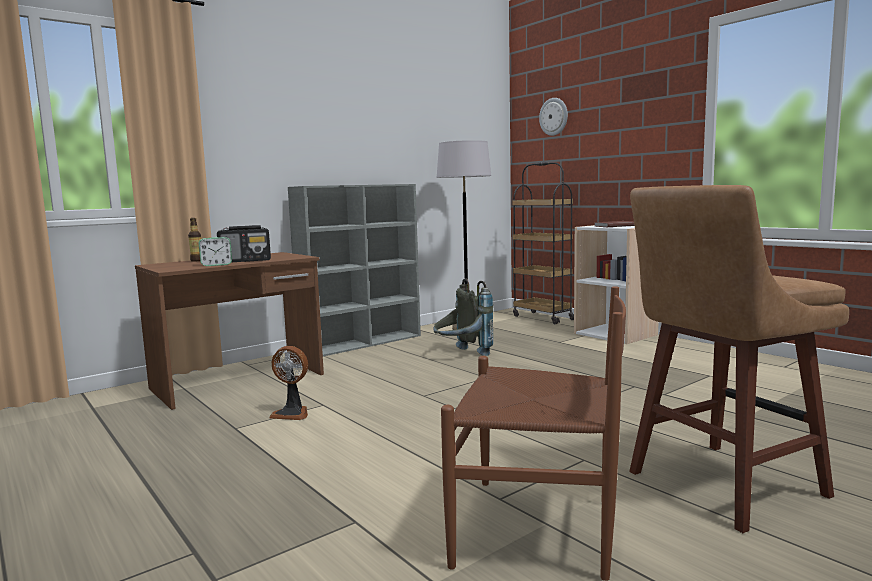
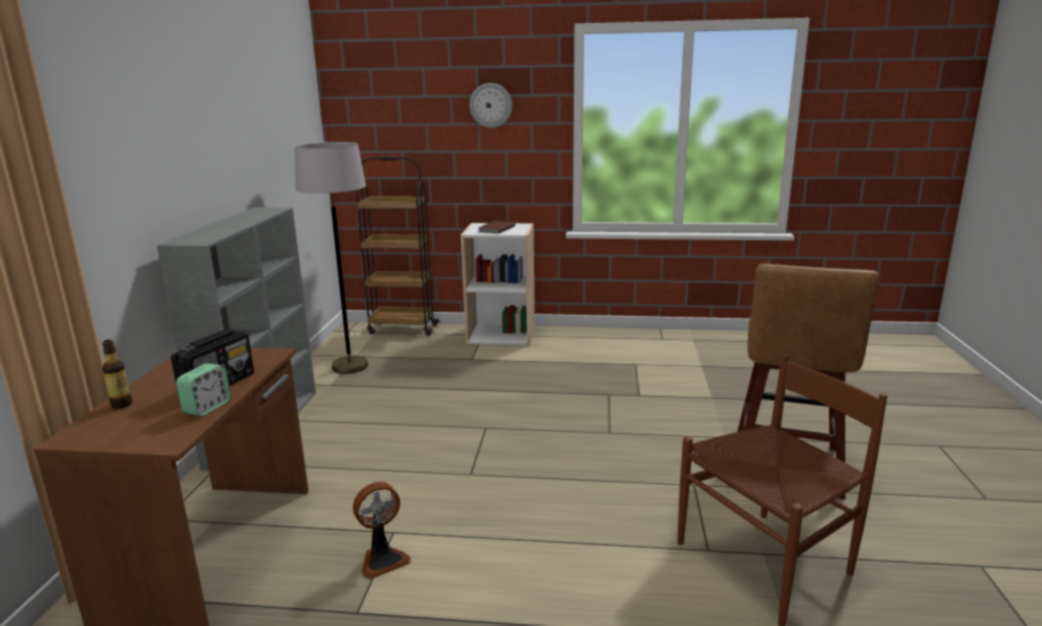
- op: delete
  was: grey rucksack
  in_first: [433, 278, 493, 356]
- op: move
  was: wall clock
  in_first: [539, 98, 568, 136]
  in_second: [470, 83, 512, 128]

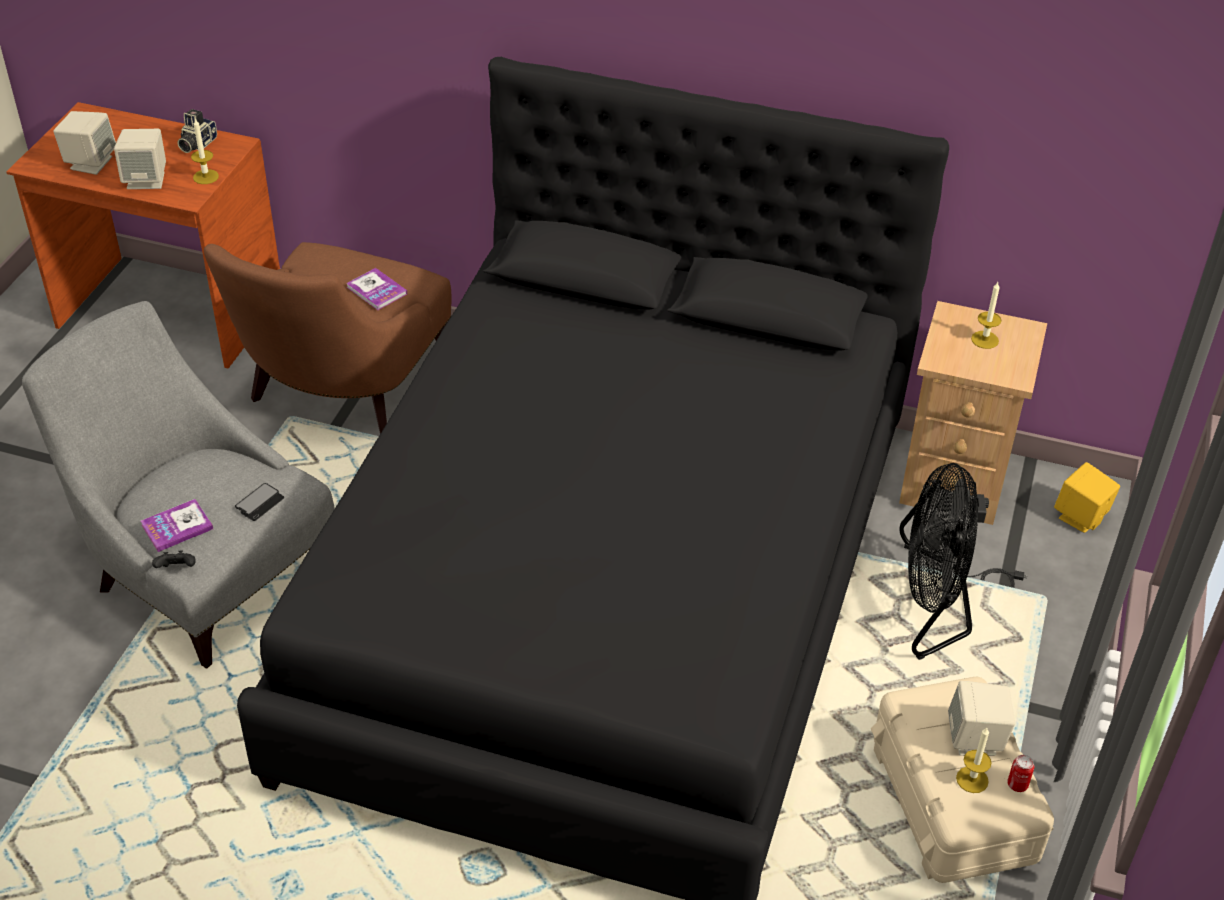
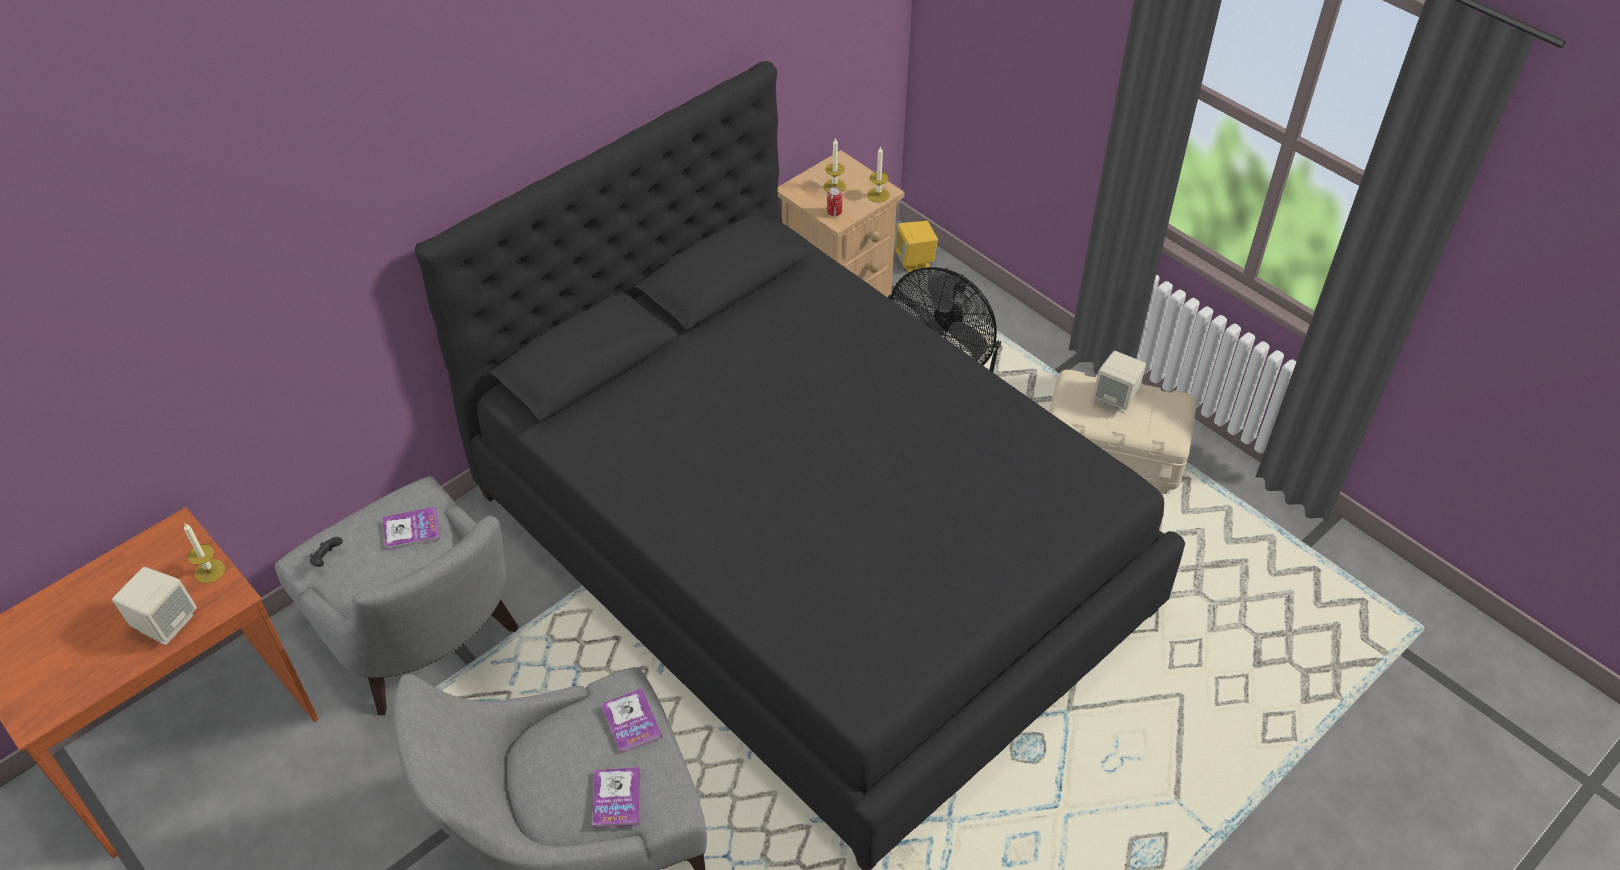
- op: delete
  was: beige speaker
  in_first: [53, 111, 116, 175]
- op: move
  was: black gamepad
  in_first: [152, 551, 196, 568]
  in_second: [309, 537, 343, 567]
- op: delete
  was: still camera
  in_first: [177, 109, 217, 153]
- op: recolor
  was: brown armchair
  now: grey armchair
  in_first: [204, 242, 451, 434]
  in_second: [275, 476, 518, 715]
- op: replace
  was: handset
  now: bound book
  in_first: [235, 483, 284, 521]
  in_second: [601, 688, 662, 754]
- op: move
  was: candle
  in_first: [956, 728, 992, 793]
  in_second: [867, 146, 890, 203]
- op: move
  was: can
  in_first: [1007, 755, 1034, 792]
  in_second: [827, 187, 842, 216]

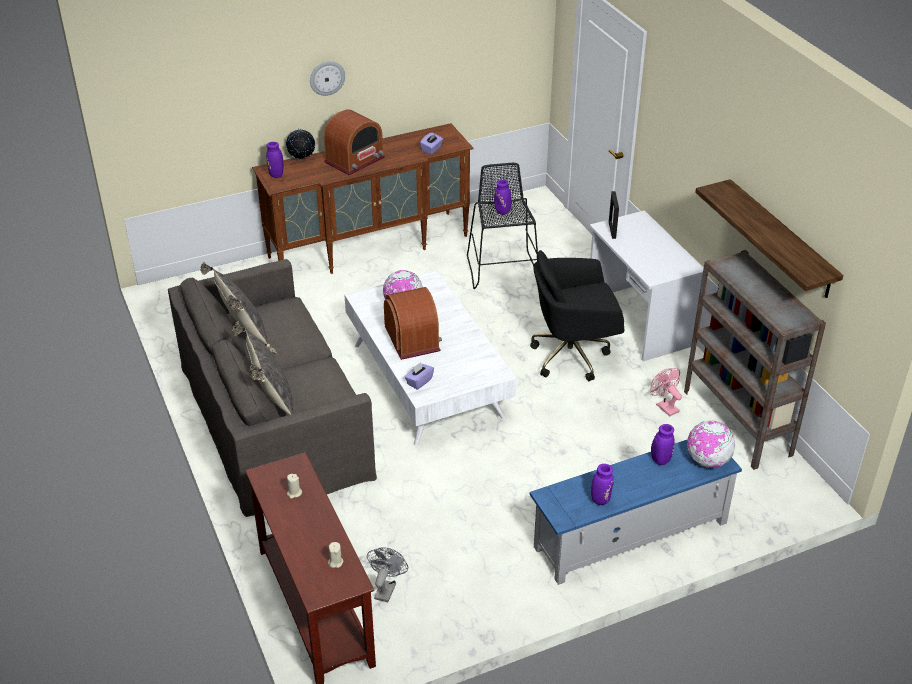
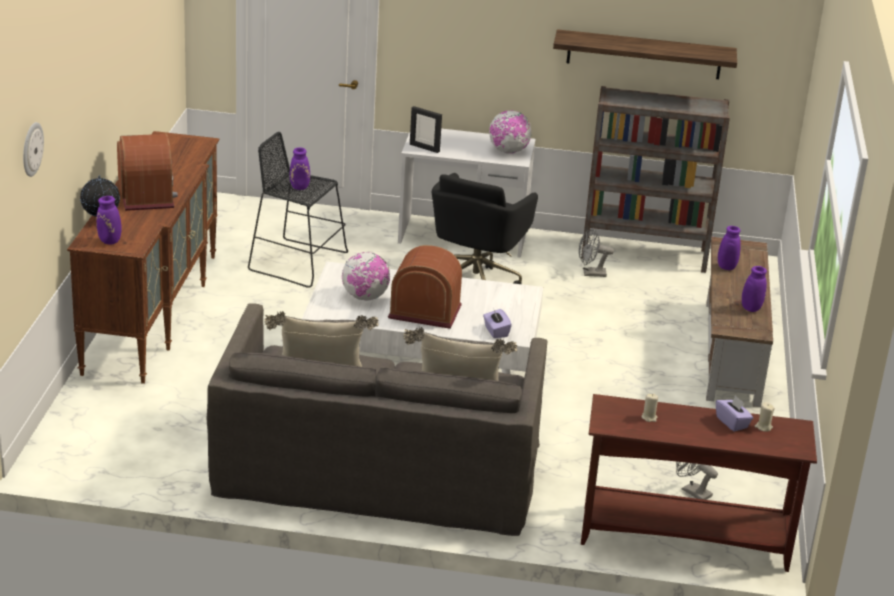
- op: move
  was: wall clock
  in_first: [310, 61, 345, 96]
  in_second: [23, 122, 44, 177]
- op: move
  was: purple-coloured box of tissues
  in_first: [420, 132, 443, 154]
  in_second: [716, 395, 753, 431]
- op: recolor
  was: bluish tv stand
  now: brown tv stand
  in_first: [530, 440, 742, 585]
  in_second: [706, 237, 773, 407]
- op: recolor
  was: pinkish cooling fan
  now: grey cooling fan
  in_first: [650, 368, 682, 416]
  in_second: [579, 228, 614, 277]
- op: move
  was: desk globe
  in_first: [687, 421, 735, 468]
  in_second: [489, 111, 532, 154]

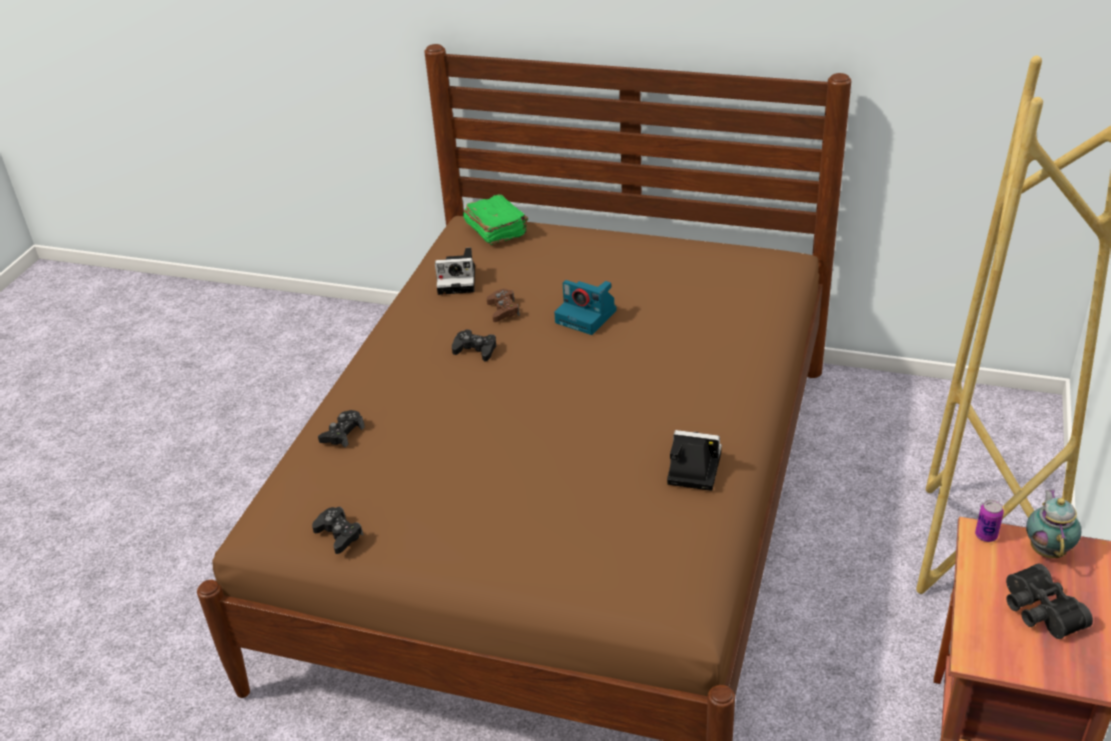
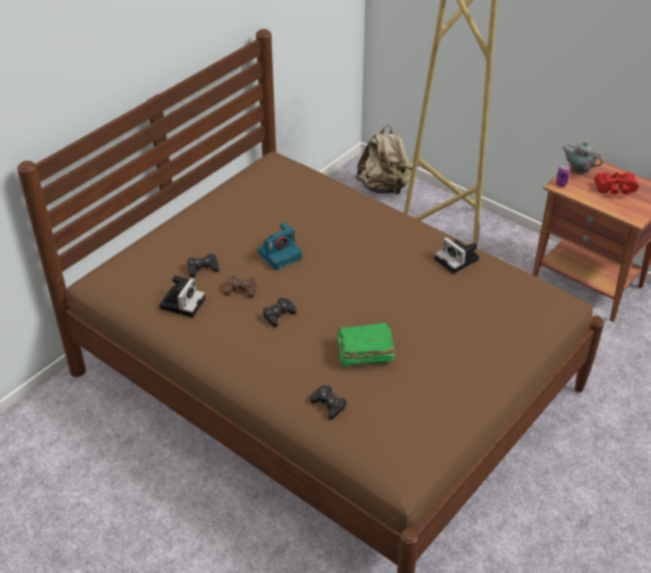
- op: move
  was: black gamepad
  in_first: [312, 507, 364, 554]
  in_second: [187, 253, 219, 277]
- op: move
  was: greenish bound book
  in_first: [463, 194, 528, 245]
  in_second: [337, 323, 395, 366]
- op: rotate
  was: still camera
  in_first: [667, 430, 722, 491]
  in_second: [435, 237, 479, 274]
  clockwise: -75
- op: recolor
  was: black binoculars
  now: red binoculars
  in_first: [1006, 563, 1093, 639]
  in_second: [594, 172, 639, 196]
- op: insert
  now: beige rucksack
  in_second: [356, 125, 412, 195]

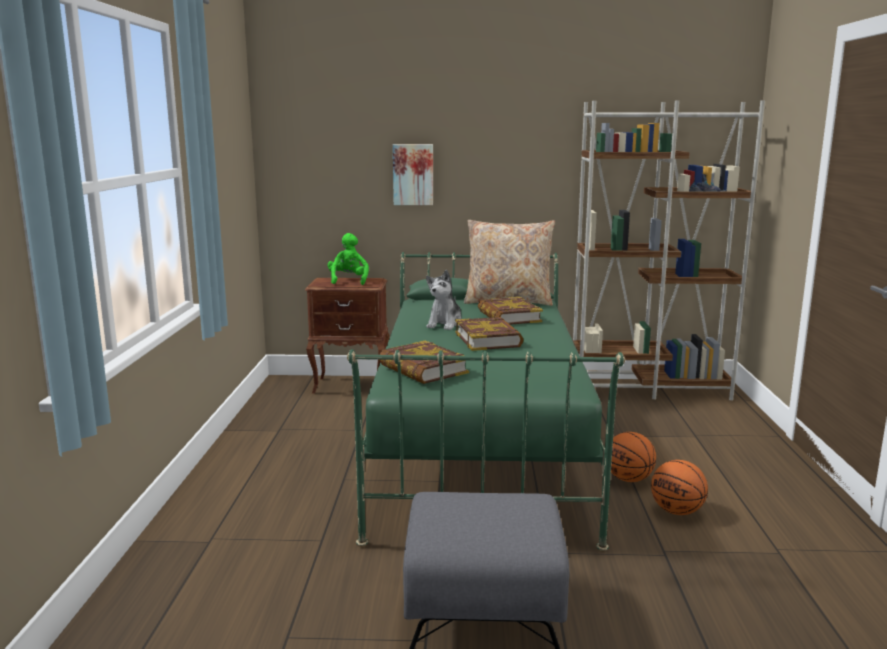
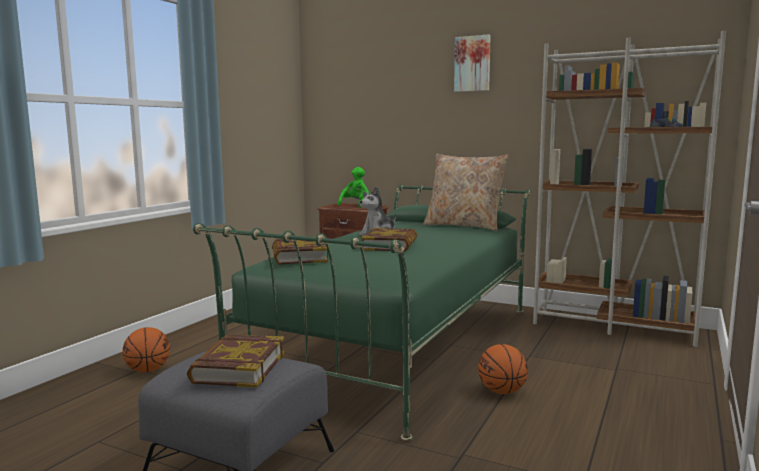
- op: move
  was: picture
  in_first: [393, 144, 433, 205]
  in_second: [454, 34, 491, 92]
- op: move
  was: bound book
  in_first: [478, 297, 543, 325]
  in_second: [187, 335, 285, 388]
- op: move
  was: basketball ball
  in_first: [651, 460, 708, 515]
  in_second: [122, 327, 170, 372]

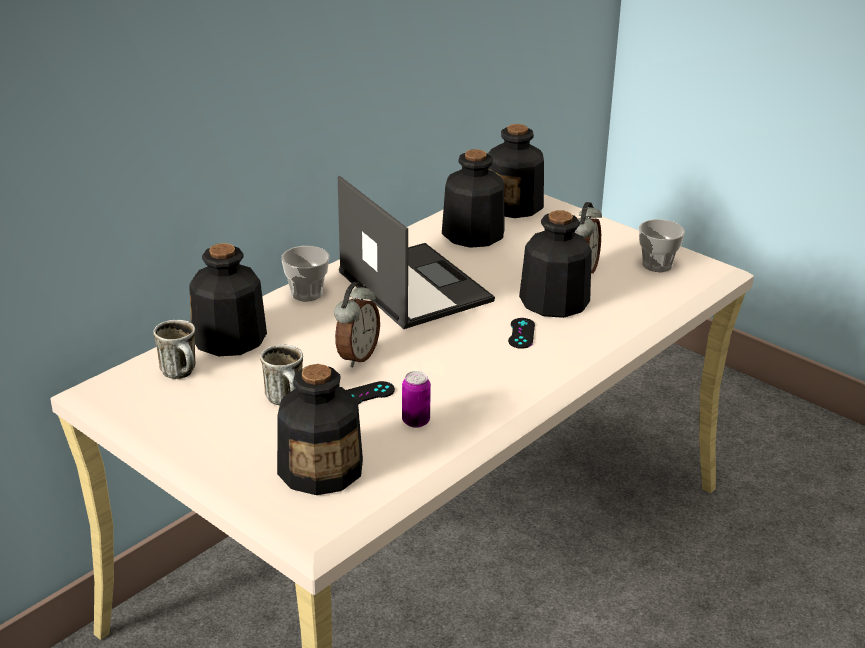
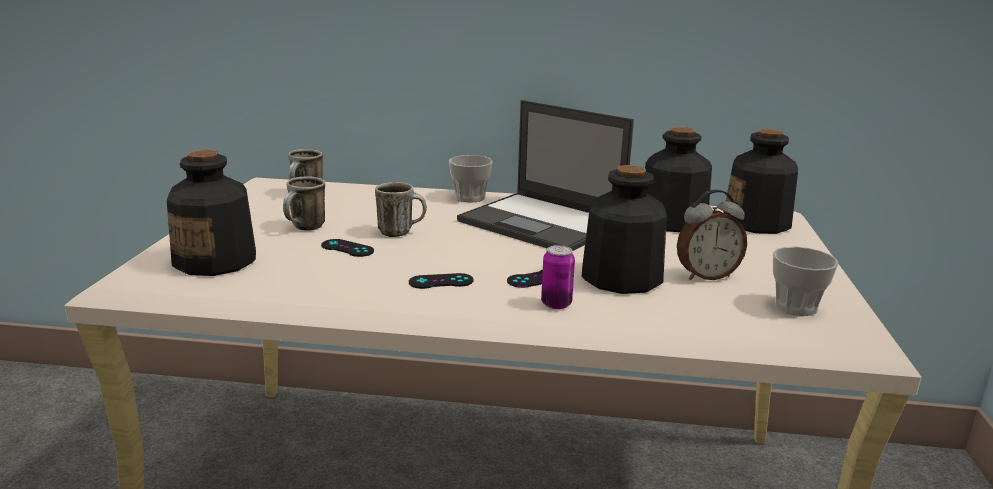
- op: delete
  was: bottle
  in_first: [189, 243, 267, 356]
- op: replace
  was: bedside clock
  now: mug
  in_first: [334, 282, 380, 367]
  in_second: [375, 182, 427, 237]
- op: rotate
  was: portable computer
  in_first: [338, 176, 495, 329]
  in_second: [457, 100, 634, 251]
  clockwise: 105
- op: move
  was: can
  in_first: [402, 371, 431, 428]
  in_second: [541, 245, 575, 309]
- op: insert
  now: black gamepad
  in_second: [409, 273, 473, 289]

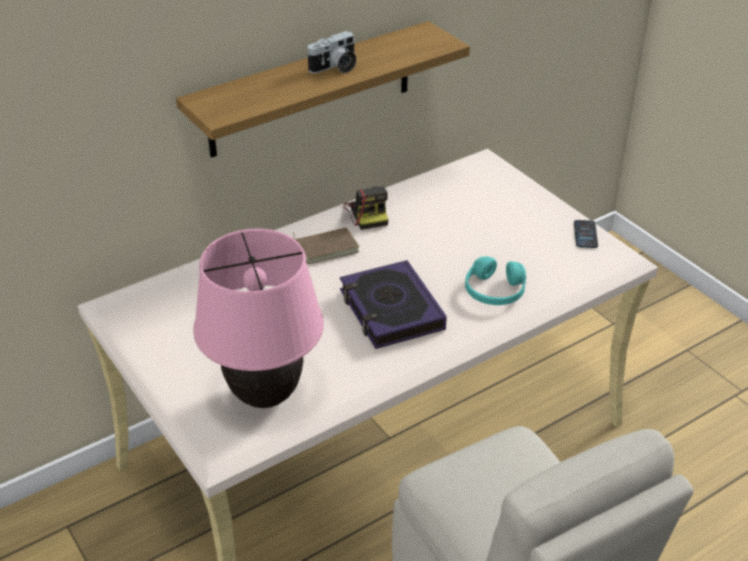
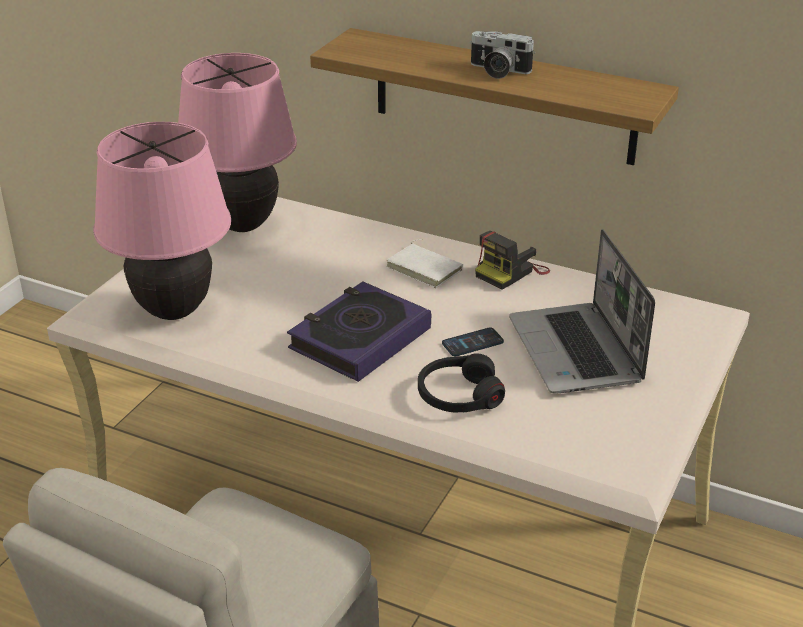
- op: recolor
  was: brown bound book
  now: white bound book
  in_first: [293, 227, 359, 264]
  in_second: [386, 239, 463, 288]
- op: recolor
  was: turquoise headphones
  now: black headphones
  in_first: [465, 256, 526, 305]
  in_second: [418, 354, 505, 413]
- op: move
  was: handset
  in_first: [574, 220, 598, 248]
  in_second: [442, 328, 504, 356]
- op: insert
  now: pinkish table lamp
  in_second: [178, 53, 297, 232]
- op: insert
  now: portable computer
  in_second: [509, 229, 655, 394]

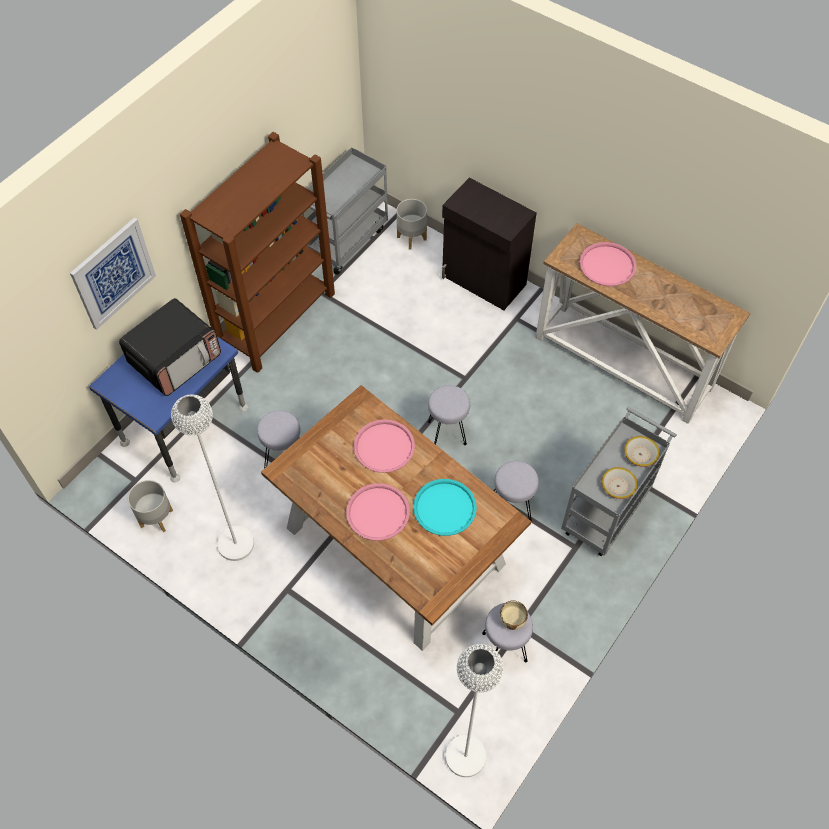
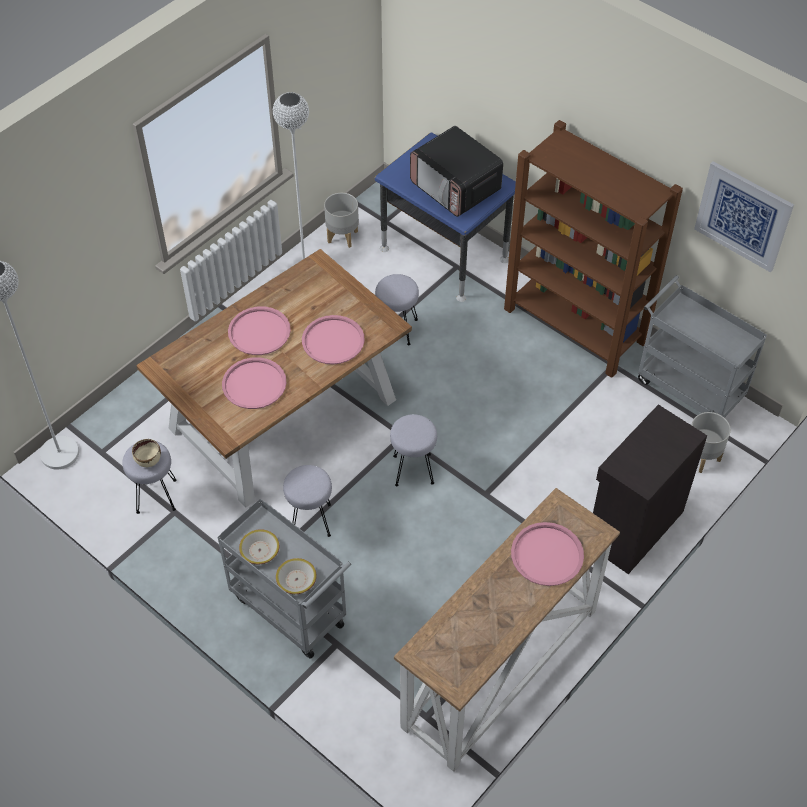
- op: move
  was: picture
  in_first: [70, 218, 156, 330]
  in_second: [694, 161, 794, 272]
- op: recolor
  was: turquoise serving tray
  now: pinkish serving tray
  in_first: [413, 479, 477, 536]
  in_second: [222, 357, 286, 409]

